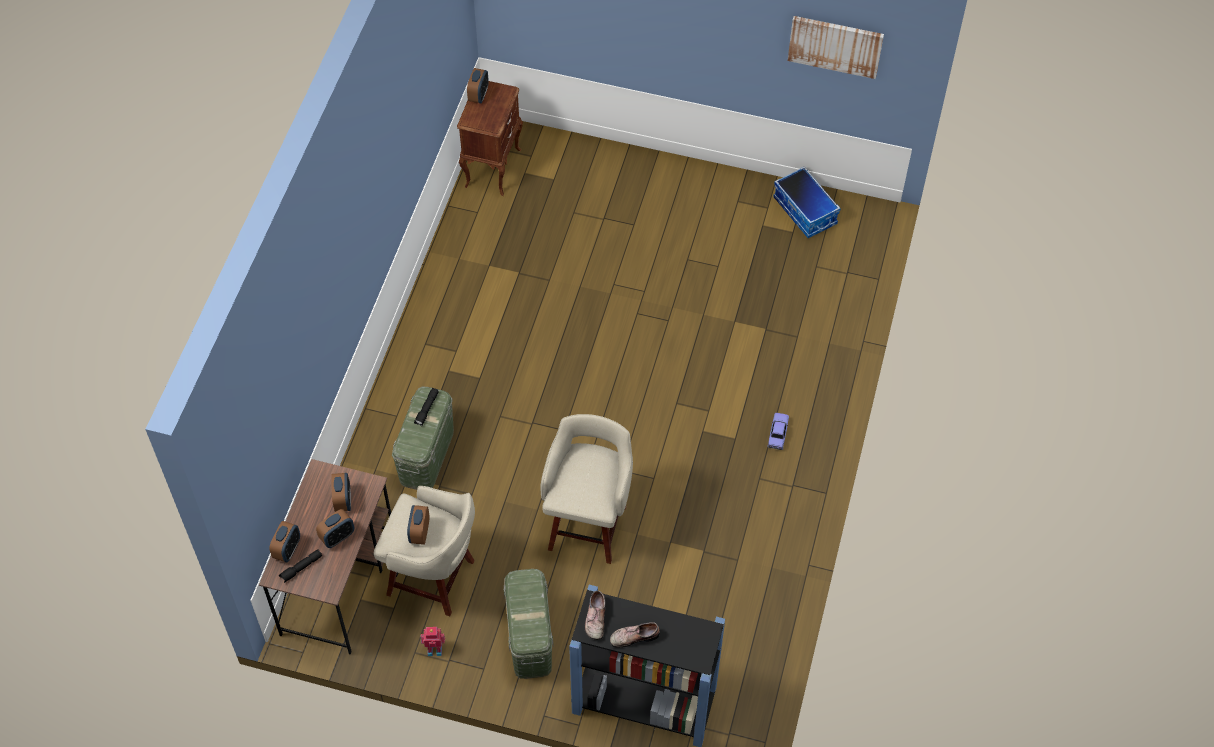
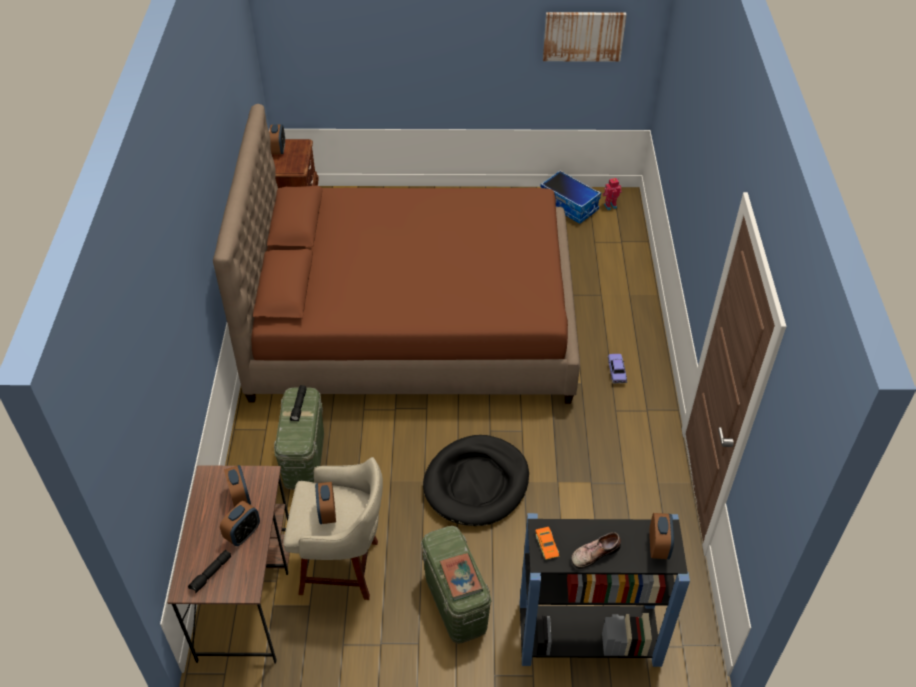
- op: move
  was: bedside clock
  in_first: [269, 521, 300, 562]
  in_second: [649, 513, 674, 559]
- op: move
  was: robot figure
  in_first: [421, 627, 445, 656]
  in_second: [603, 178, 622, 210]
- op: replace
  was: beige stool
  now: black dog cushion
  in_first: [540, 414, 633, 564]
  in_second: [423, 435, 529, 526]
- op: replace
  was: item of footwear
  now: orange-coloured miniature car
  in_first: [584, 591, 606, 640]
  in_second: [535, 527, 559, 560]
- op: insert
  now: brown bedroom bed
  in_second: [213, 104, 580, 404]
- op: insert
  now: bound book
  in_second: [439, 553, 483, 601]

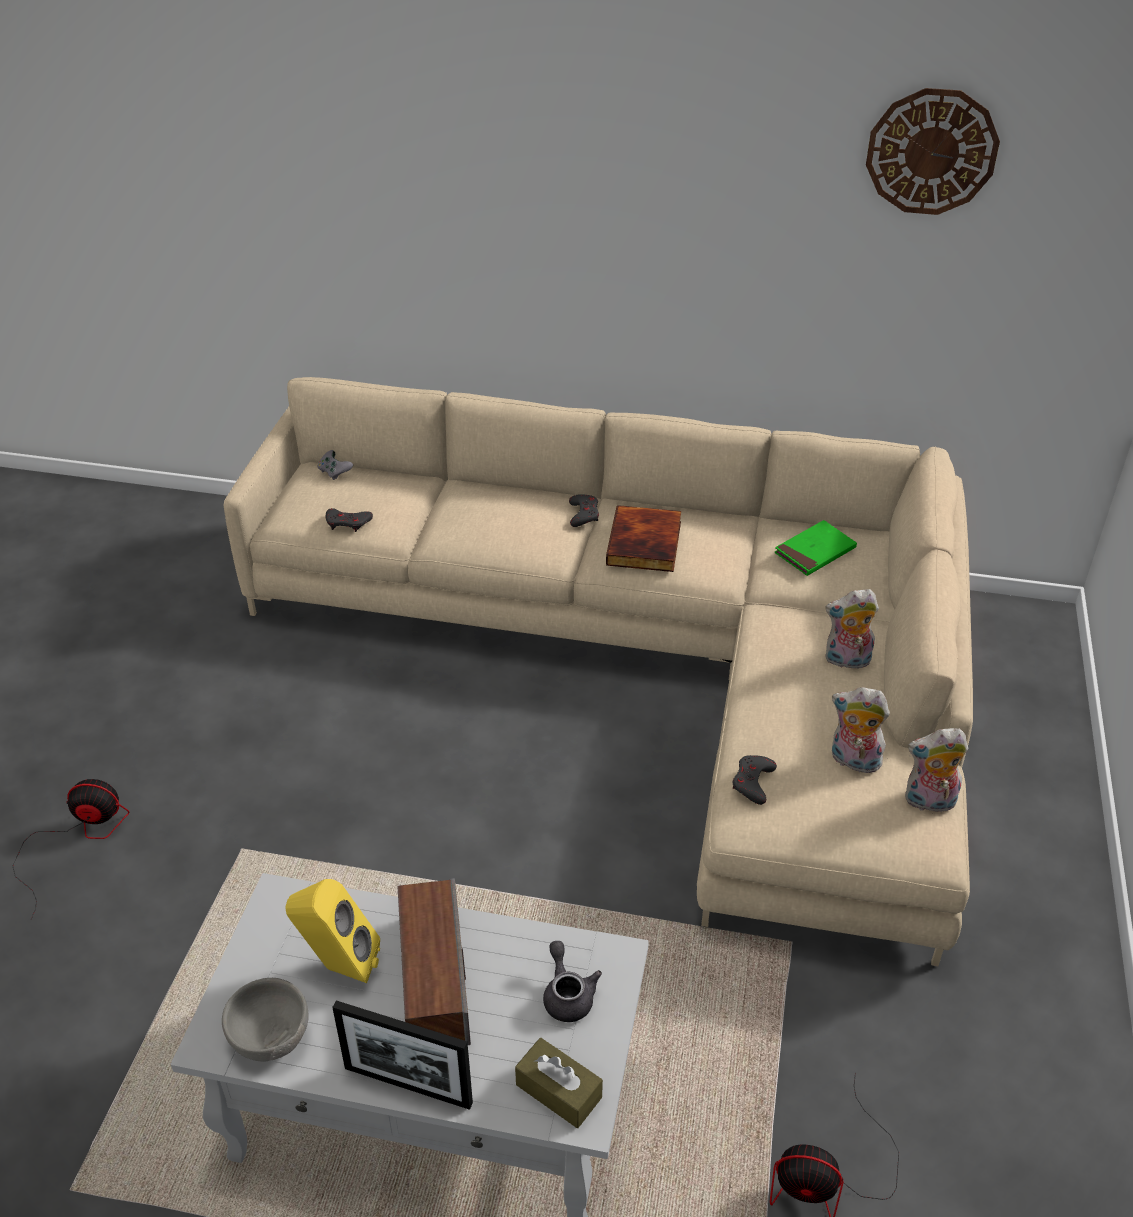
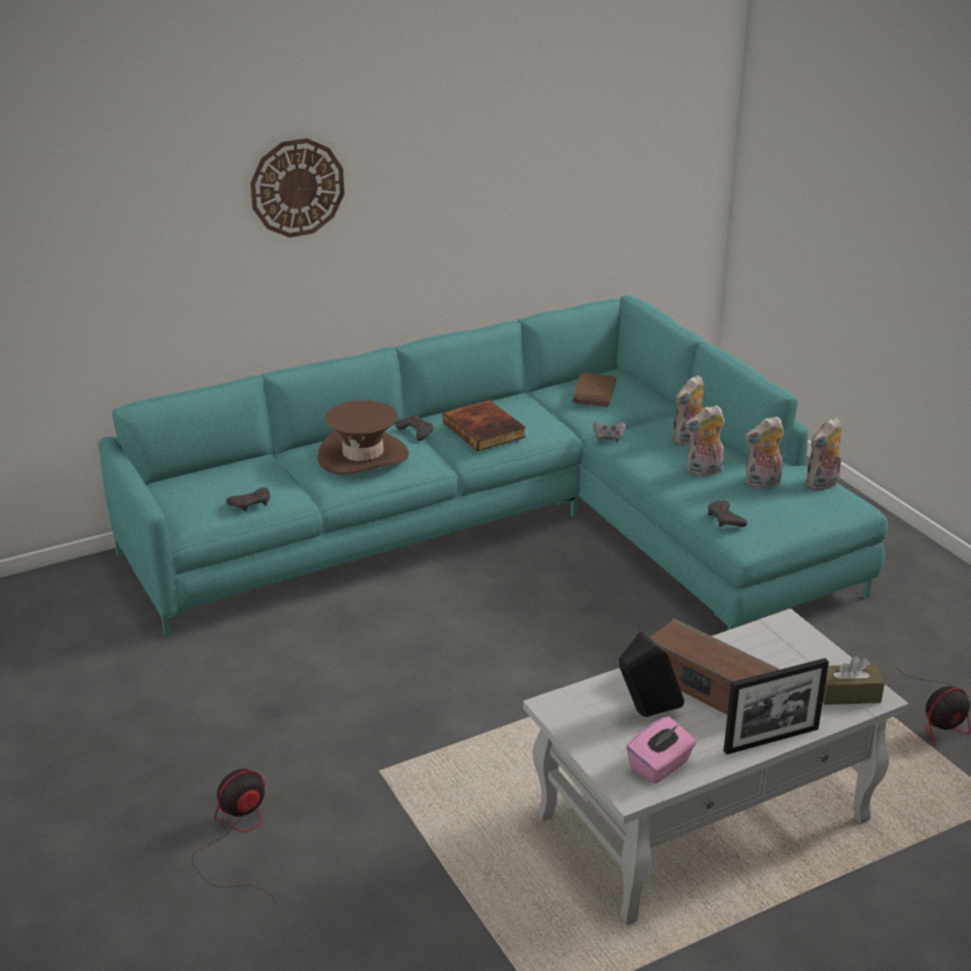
- op: replace
  was: grey bowl
  now: pinkish box of tissues
  in_first: [222, 978, 308, 1062]
  in_second: [626, 717, 697, 784]
- op: recolor
  was: beige couch
  now: turquoise couch
  in_first: [224, 377, 973, 966]
  in_second: [98, 295, 888, 638]
- op: recolor
  was: yellowish speaker
  now: black speaker
  in_first: [285, 879, 380, 983]
  in_second: [619, 631, 684, 717]
- op: move
  was: grey gamepad
  in_first: [317, 450, 353, 480]
  in_second: [593, 421, 626, 442]
- op: delete
  was: grey teapot
  in_first: [543, 941, 602, 1022]
- op: recolor
  was: greenish bound book
  now: brown bound book
  in_first: [775, 520, 857, 576]
  in_second: [572, 372, 616, 407]
- op: move
  was: wall clock
  in_first: [866, 88, 1000, 215]
  in_second: [250, 138, 344, 238]
- op: insert
  now: brown clothing hat
  in_second: [318, 400, 409, 475]
- op: insert
  now: cuddly toy
  in_second: [685, 405, 725, 476]

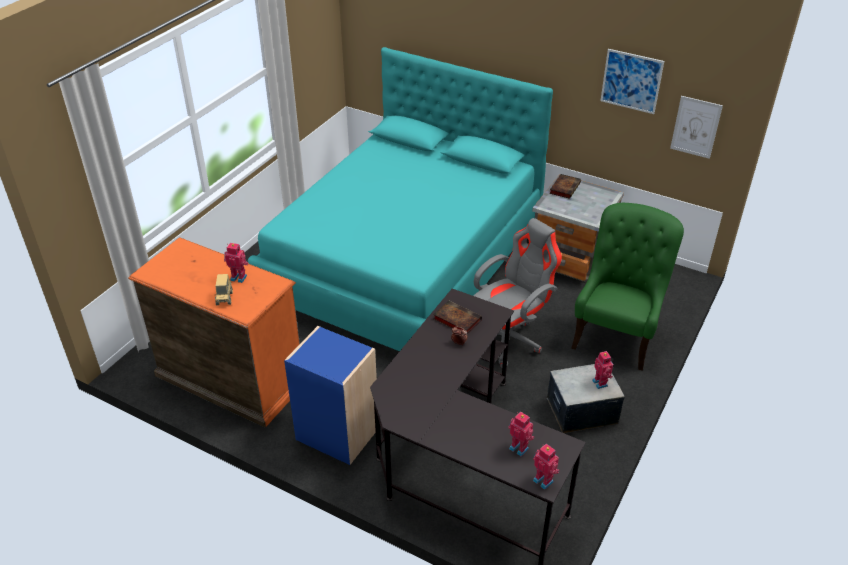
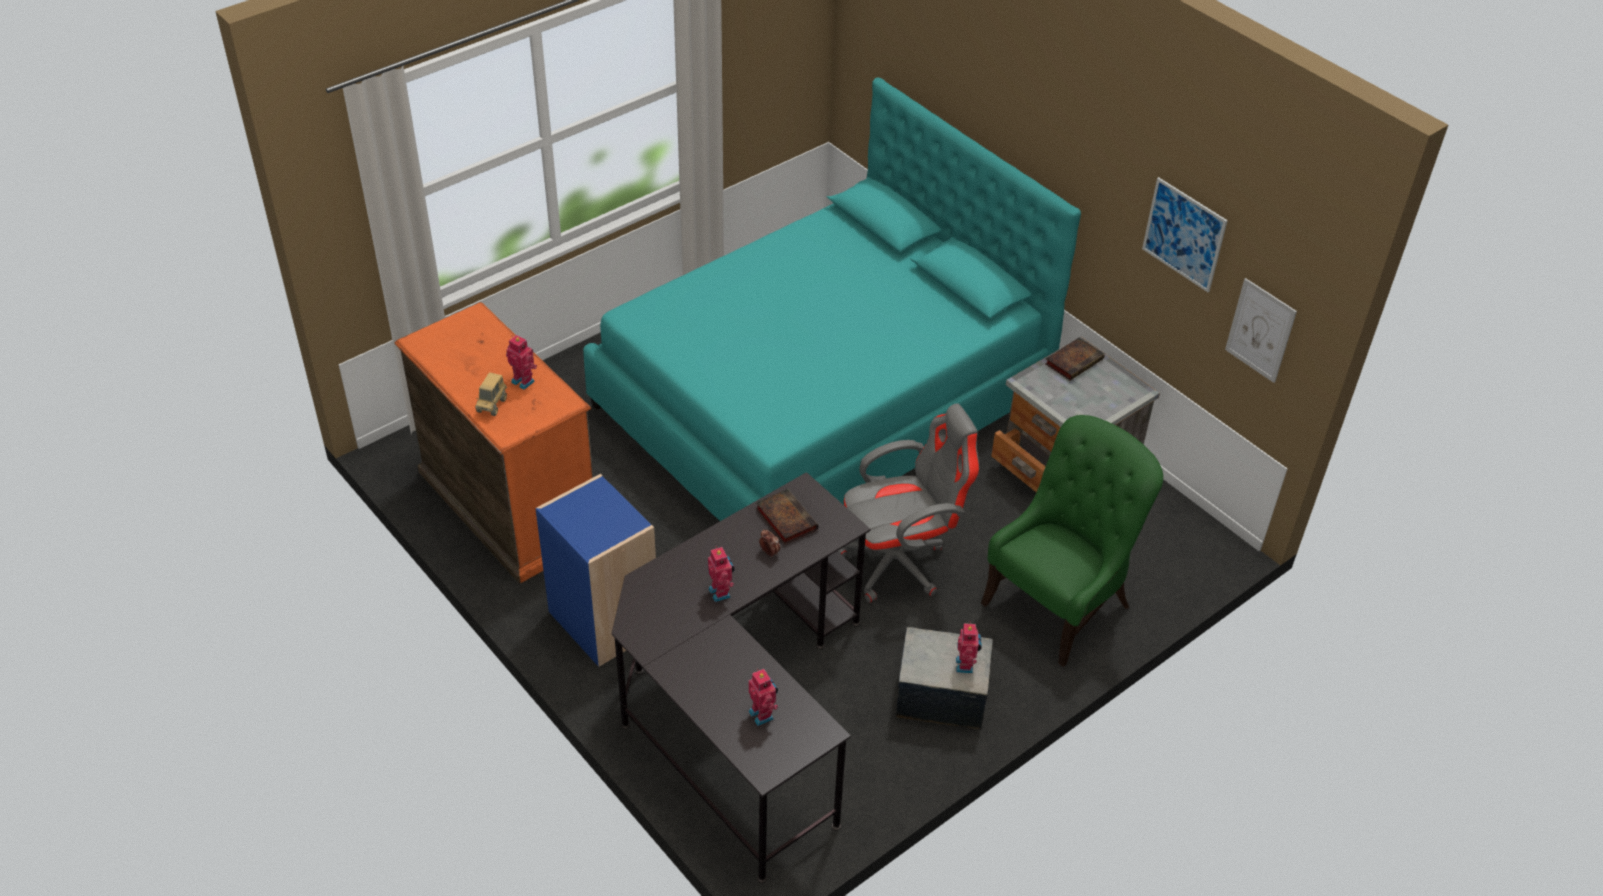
- op: move
  was: robot figure
  in_first: [533, 444, 560, 490]
  in_second: [708, 546, 735, 602]

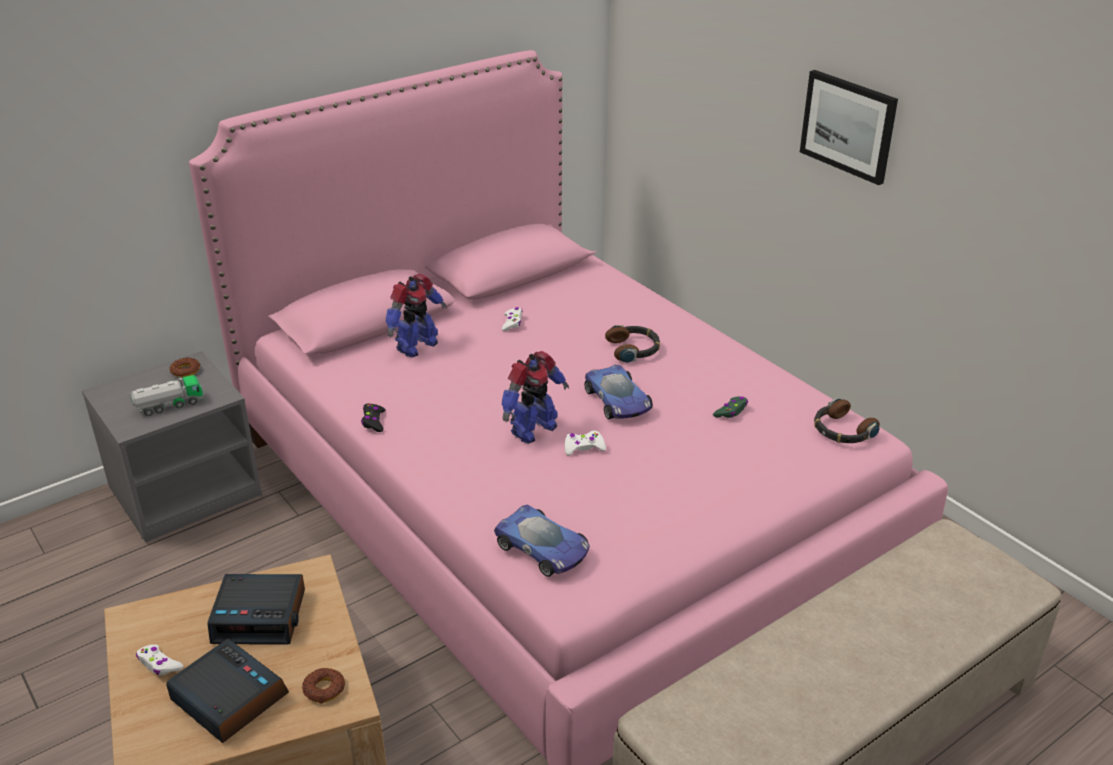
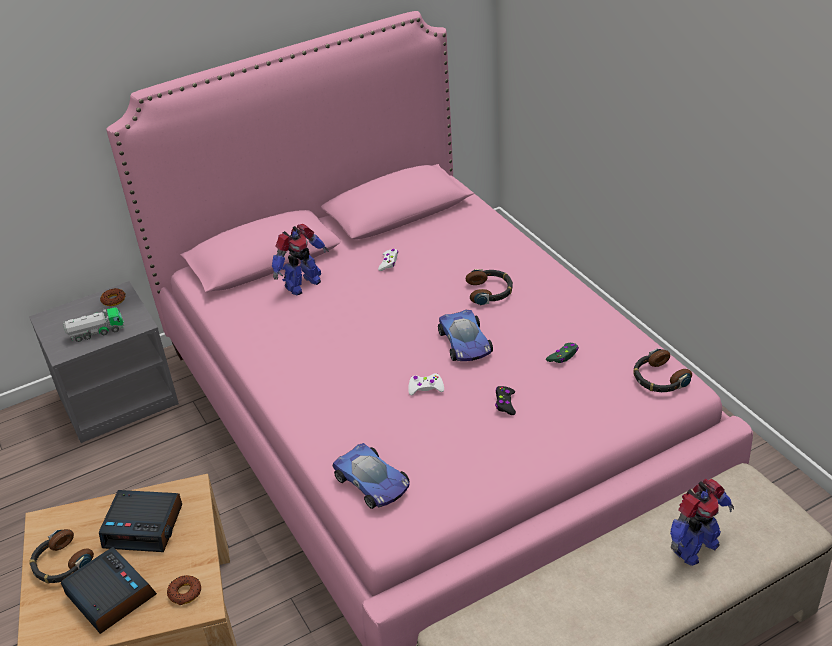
- op: replace
  was: white gamepad
  now: headphones
  in_first: [136, 644, 183, 676]
  in_second: [30, 529, 94, 583]
- op: move
  was: black gamepad
  in_first: [361, 403, 386, 432]
  in_second: [495, 386, 516, 415]
- op: move
  was: robot figure
  in_first: [501, 351, 569, 444]
  in_second: [670, 478, 734, 566]
- op: delete
  was: picture
  in_first: [800, 70, 898, 185]

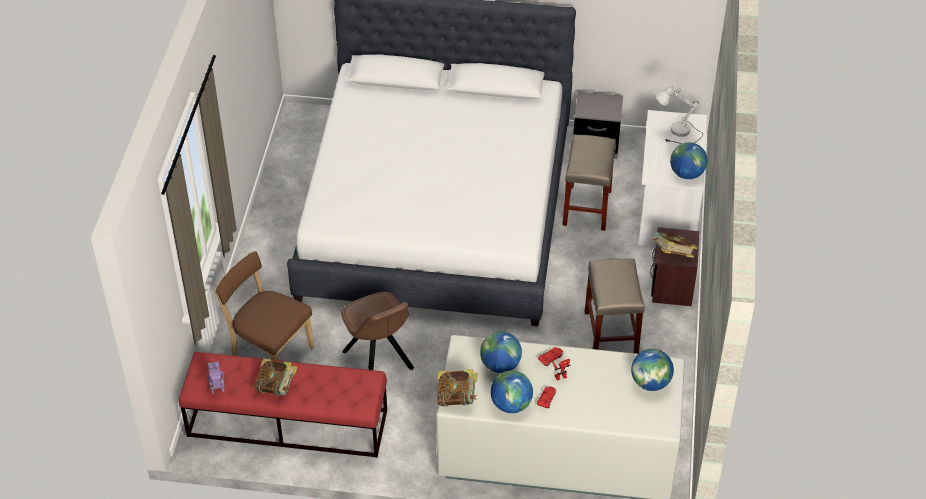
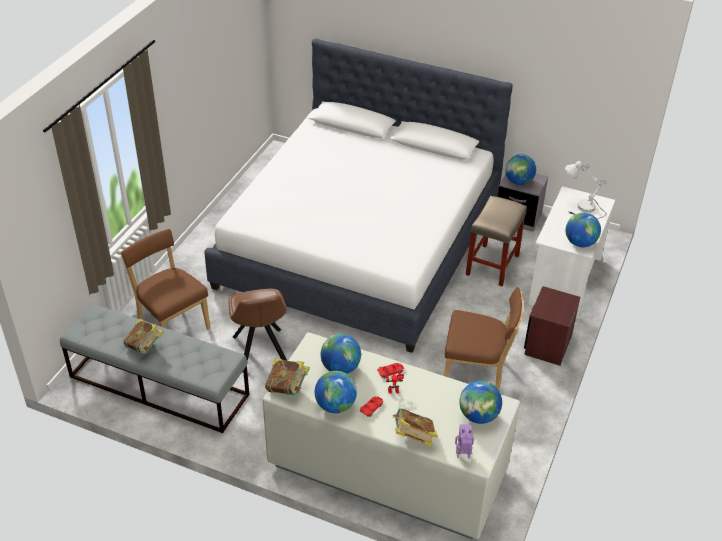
- op: recolor
  was: red bench
  now: grey bench
  in_first: [179, 352, 387, 458]
  in_second: [60, 304, 249, 433]
- op: move
  was: robot figure
  in_first: [207, 361, 225, 394]
  in_second: [455, 424, 474, 459]
- op: replace
  was: beige stool
  now: brown plain chair
  in_first: [585, 258, 644, 354]
  in_second: [444, 287, 524, 392]
- op: move
  was: bound book
  in_first: [653, 232, 697, 258]
  in_second: [392, 408, 438, 447]
- op: insert
  now: desk globe
  in_second: [505, 154, 536, 185]

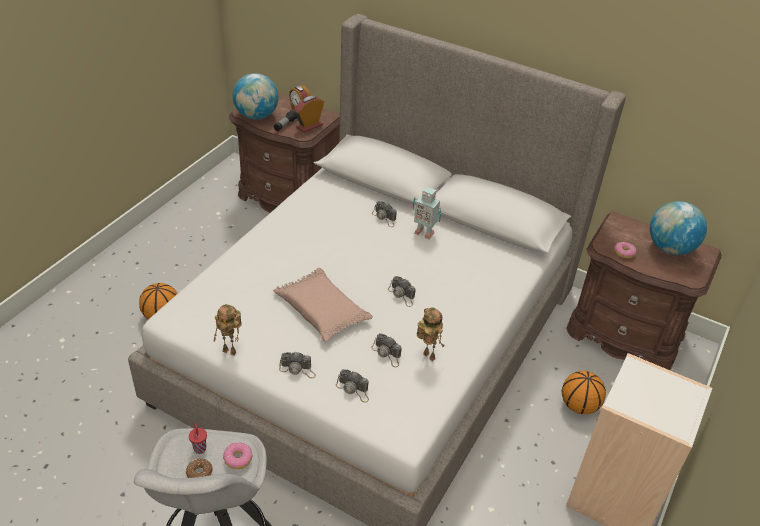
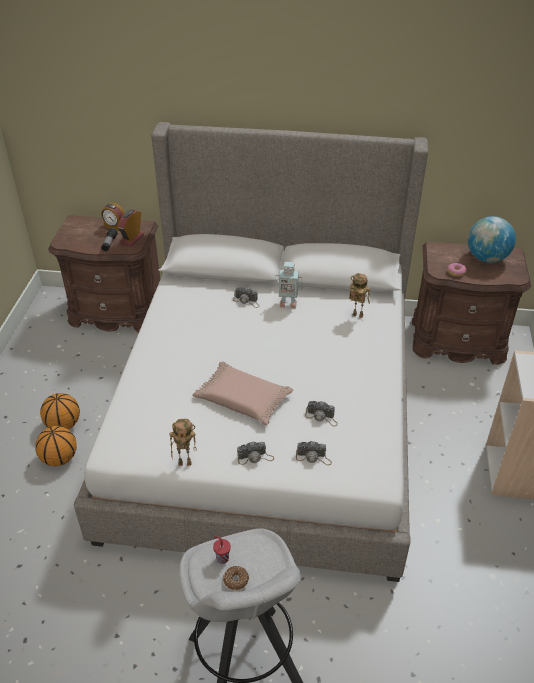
- op: delete
  was: ring doughnut
  in_first: [223, 442, 253, 469]
- op: delete
  was: desk globe
  in_first: [233, 73, 278, 120]
- op: delete
  was: still camera
  in_first: [388, 276, 416, 307]
- op: move
  was: robot figure
  in_first: [417, 308, 445, 361]
  in_second: [349, 273, 370, 318]
- op: move
  was: basketball ball
  in_first: [562, 371, 606, 414]
  in_second: [40, 393, 80, 429]

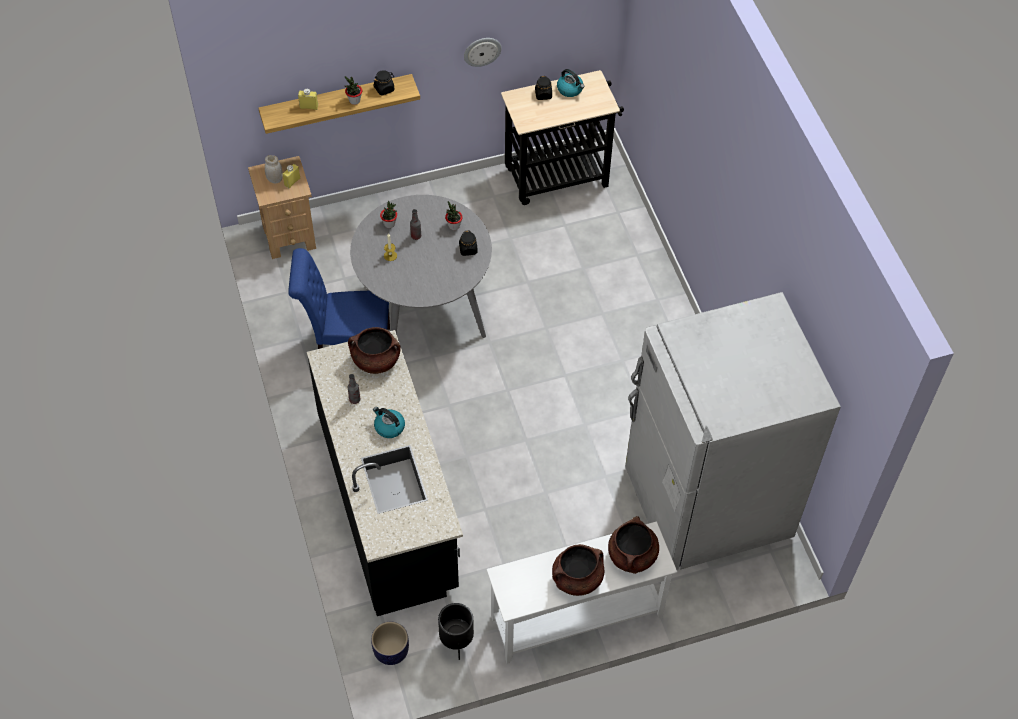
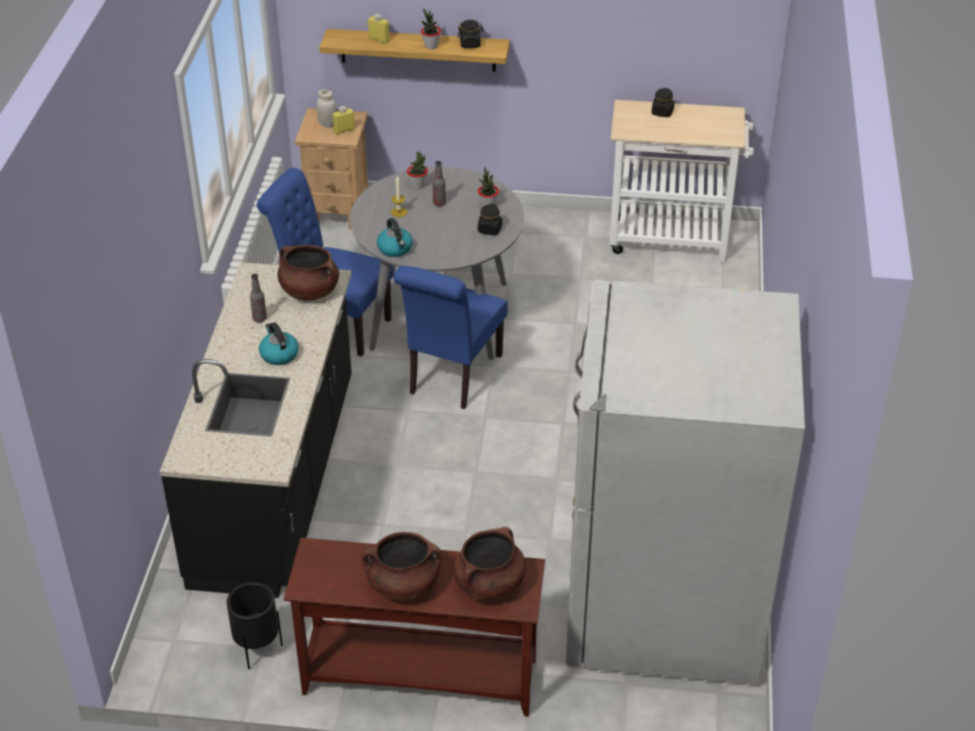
- op: delete
  was: flower pot
  in_first: [371, 622, 409, 665]
- op: delete
  was: wall clock
  in_first: [464, 38, 502, 67]
- op: recolor
  was: white console table
  now: brown console table
  in_first: [486, 521, 677, 664]
  in_second: [284, 538, 545, 717]
- op: recolor
  was: black trolley
  now: white trolley
  in_first: [501, 70, 624, 205]
  in_second: [610, 100, 754, 263]
- op: move
  was: tea kettle
  in_first: [557, 69, 584, 97]
  in_second: [377, 218, 413, 257]
- op: insert
  now: bluish plain chair
  in_second: [394, 266, 508, 409]

